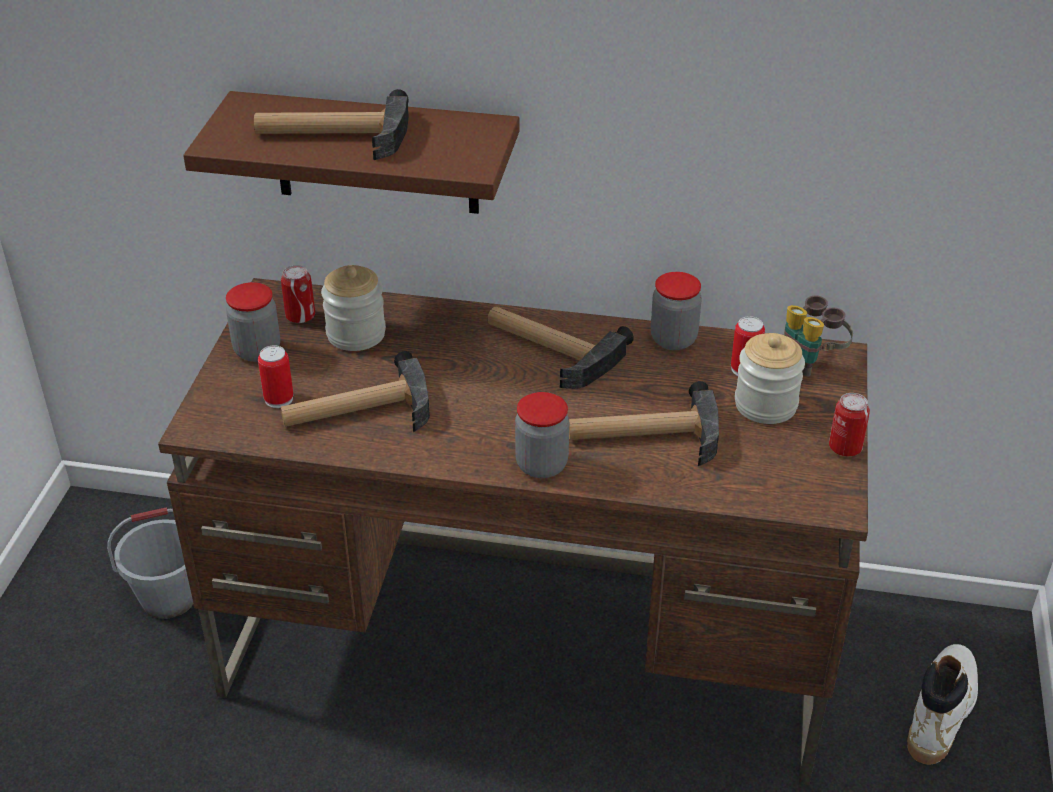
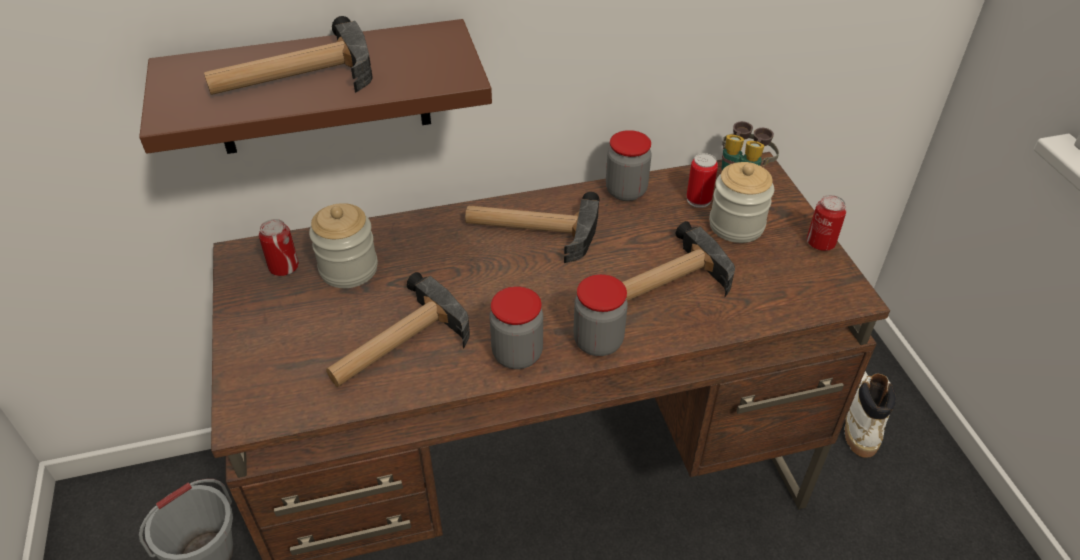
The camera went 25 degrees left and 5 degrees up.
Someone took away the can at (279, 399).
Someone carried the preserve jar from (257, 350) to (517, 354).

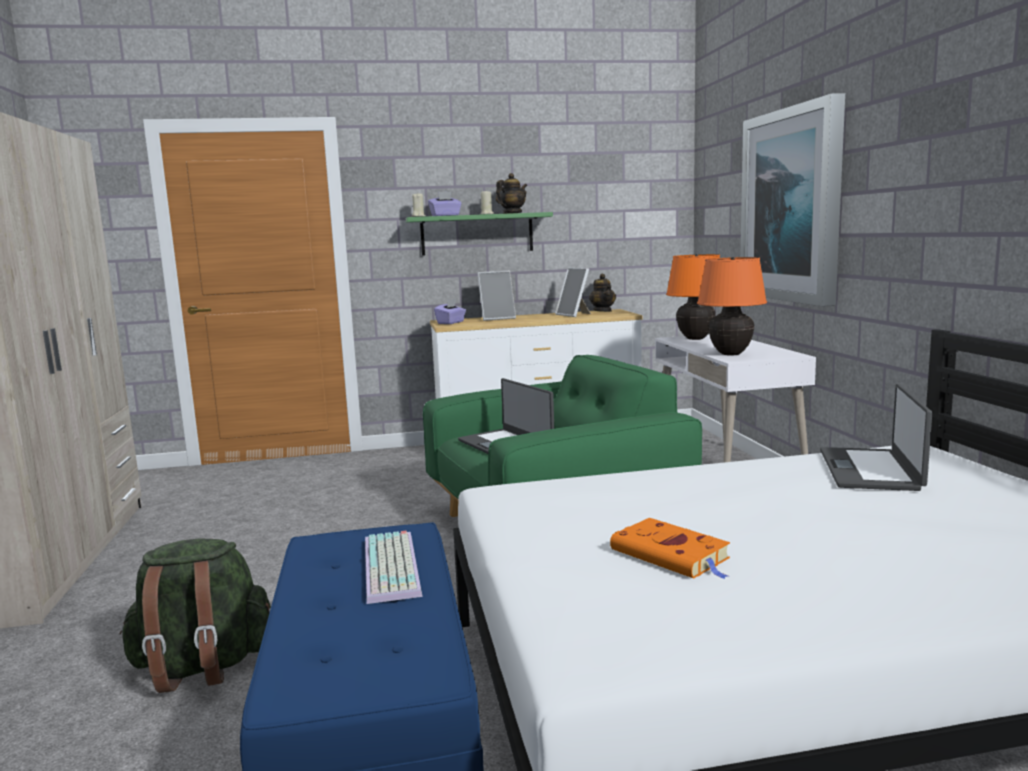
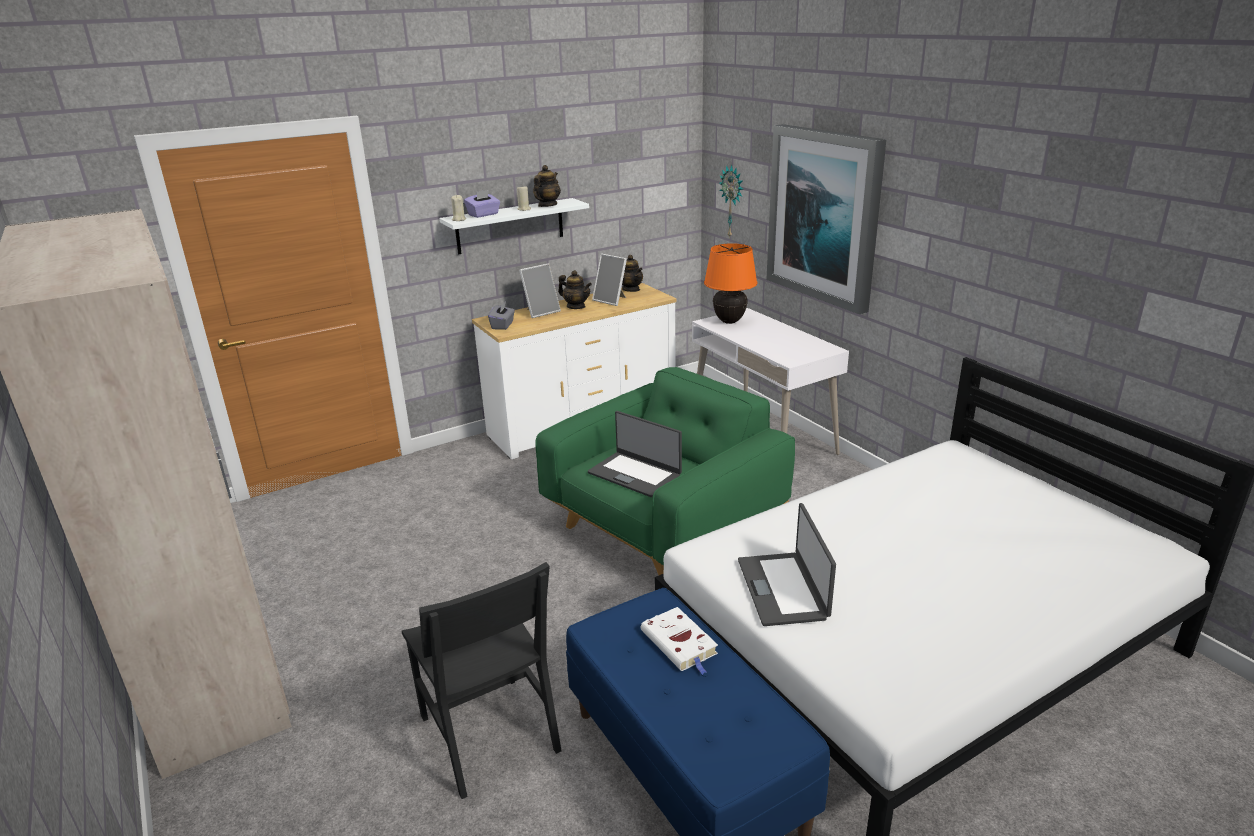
The camera went 20 degrees left and 15 degrees up.
Someone took away the orange bound book at (672, 555).
Someone took away the orange lamp for a table at (731, 354).
Someone put down the pot for tea at (576, 307).
Someone put up the wall clock at (733, 201).
Someone carried the portable computer from (871, 470) to (783, 589).
Someone swapped the green-coloured knapsack at (203, 667) for the blackish chair at (488, 733).
Someone swapped the keyboard at (394, 567) for the white bound book at (680, 644).
Someone repainted the green-coloured wall shelf at (477, 234), which became the white wall shelf at (510, 226).
Someone repainted the purple-coloured tissue holder at (451, 323), which became the gray tissue holder at (503, 325).

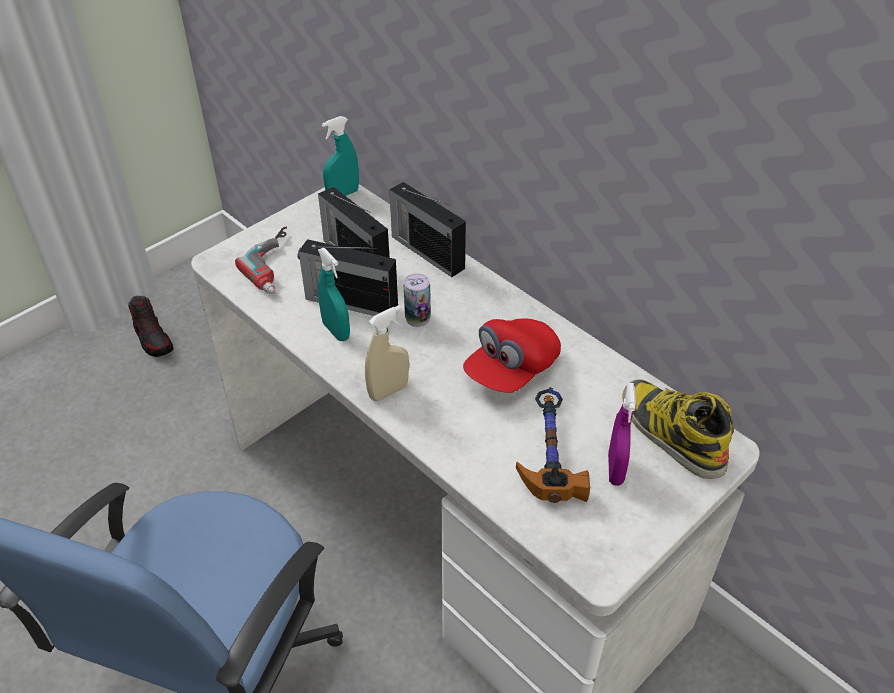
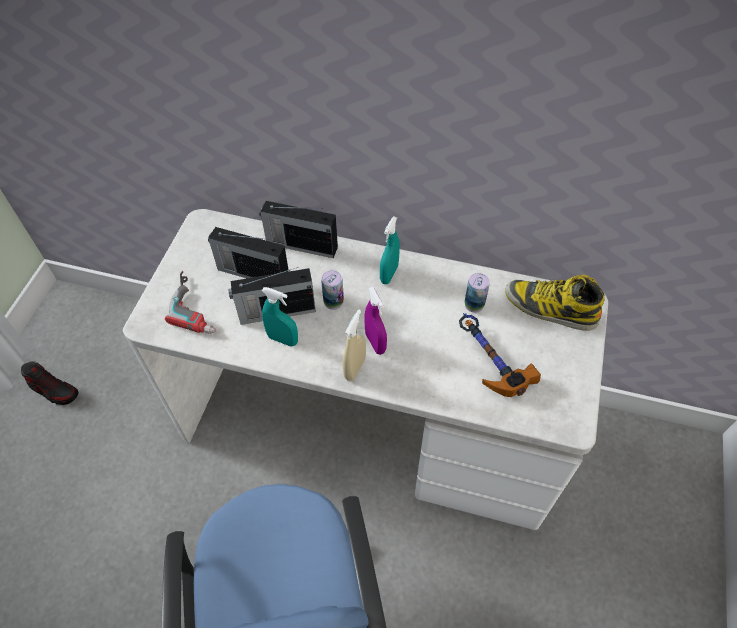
The camera went 30 degrees left and 10 degrees up.
Someone took away the reddish baseball cap at (511, 370).
Someone put down the can at (474, 304).
Someone carried the blue-green spray bottle from (343, 194) to (389, 274).
Someone carried the purple-coloured spray bottle from (615, 469) to (375, 343).

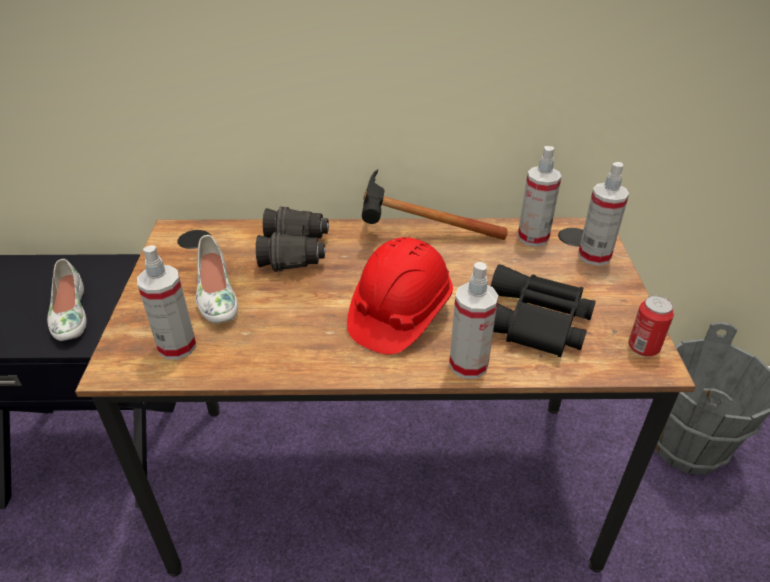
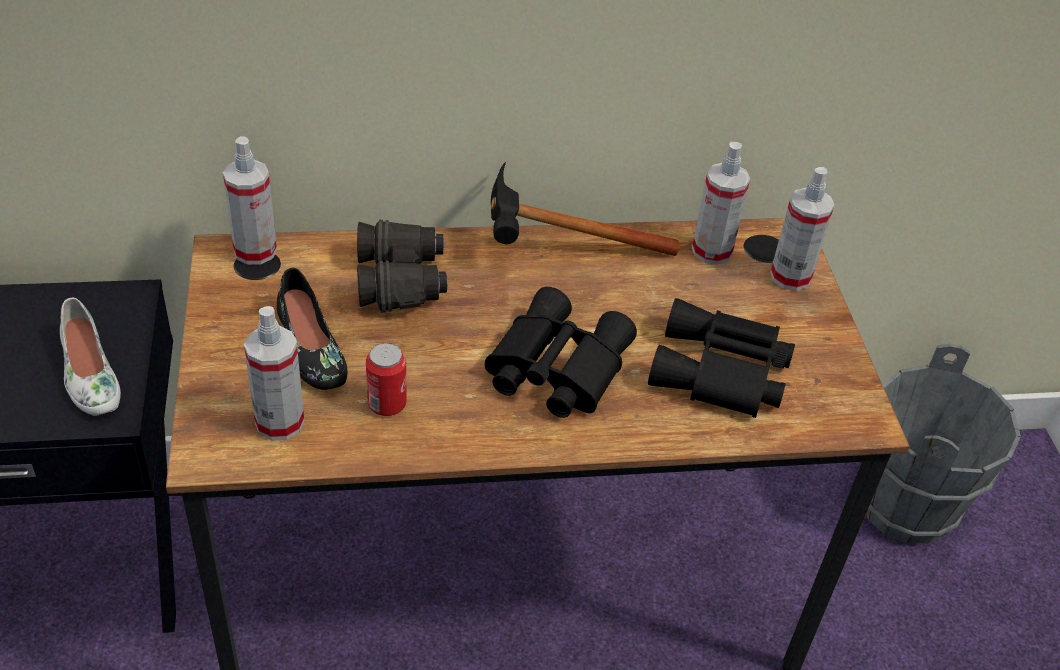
The camera went 10 degrees left and 5 degrees up.
Someone carried the spray bottle from (468, 365) to (255, 251).
Someone carried the can from (643, 347) to (387, 404).
Someone swapped the reddish hard hat at (399, 314) for the blackish binoculars at (553, 367).
Someone repainted the white item of footwear at (215, 294), which became the blackish item of footwear at (309, 347).

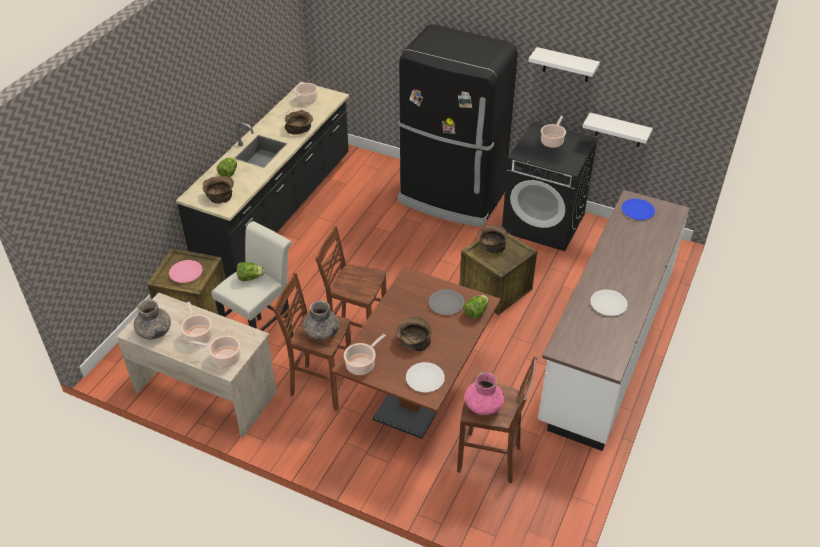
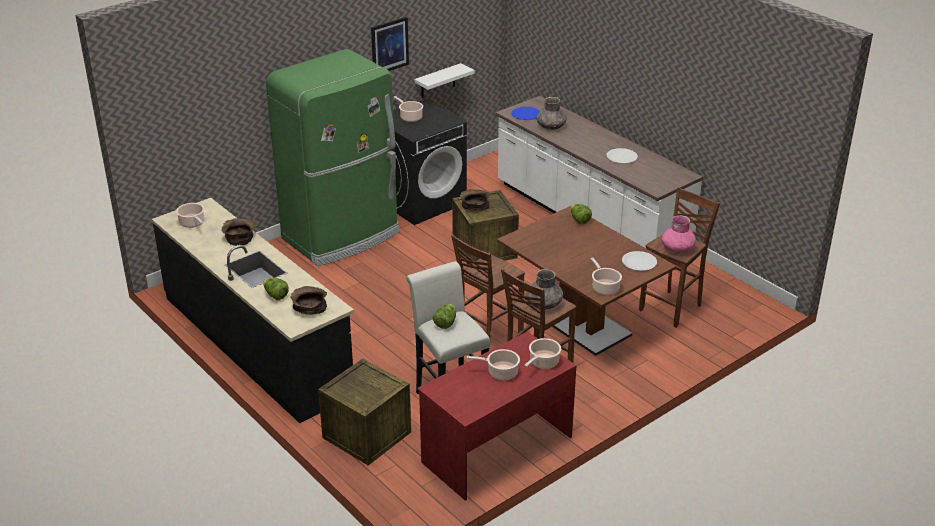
The camera went 65 degrees left and 10 degrees down.
Someone took away the pink-coloured plate at (185, 272).
Someone took away the brown-coloured bowl at (413, 340).
Someone took away the gray plate at (446, 303).
Someone carried the gray flower vase from (154, 331) to (551, 127).
Someone swapped the white wall shelf at (566, 65) for the wall picture at (389, 45).
Someone repainted the sand-coloured desk unit at (206, 392), which became the reddish desk unit at (496, 449).
Someone repainted the blackish kitchen fridge at (451, 198), which became the green-coloured kitchen fridge at (342, 236).

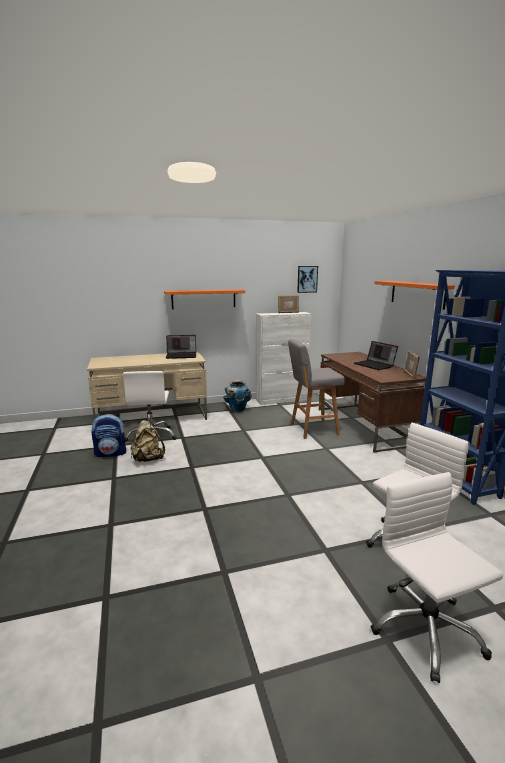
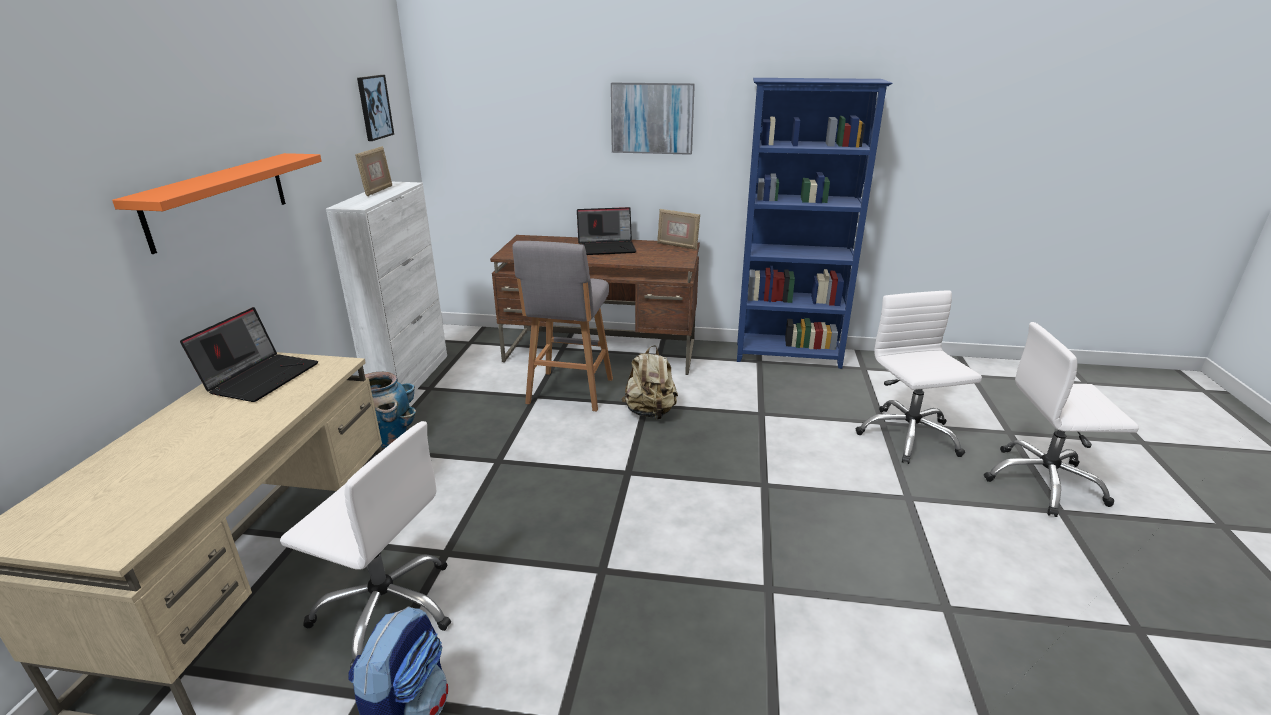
The camera went 65 degrees left and 10 degrees up.
Someone carried the sand-coloured knapsack from (148, 459) to (650, 412).
Someone swapped the orange wall shelf at (417, 294) for the wall picture at (652, 118).

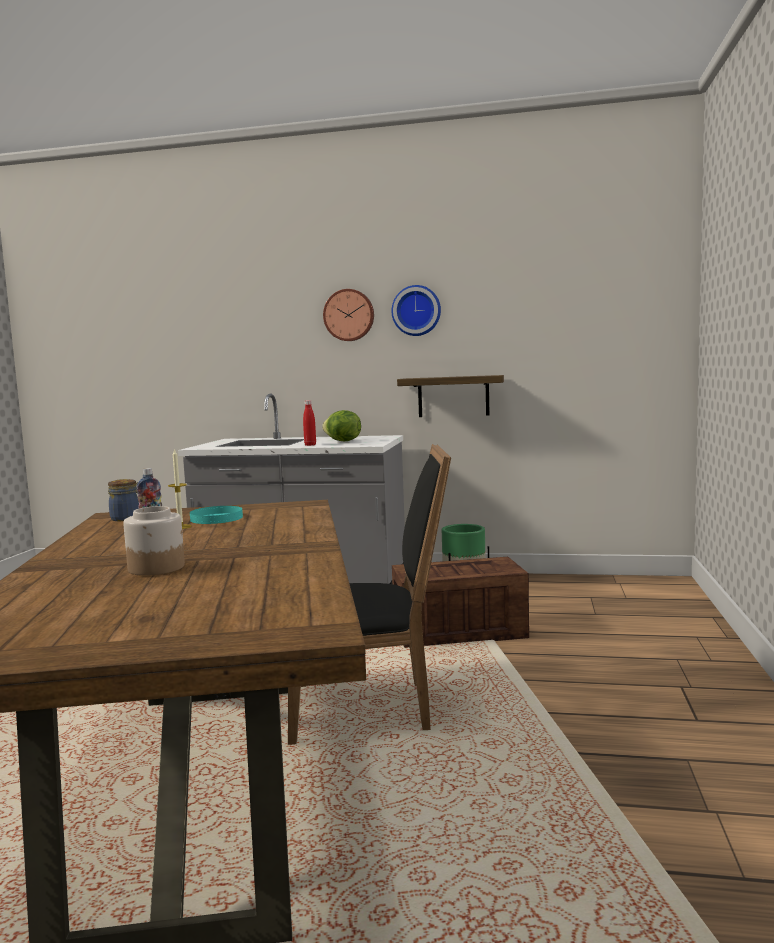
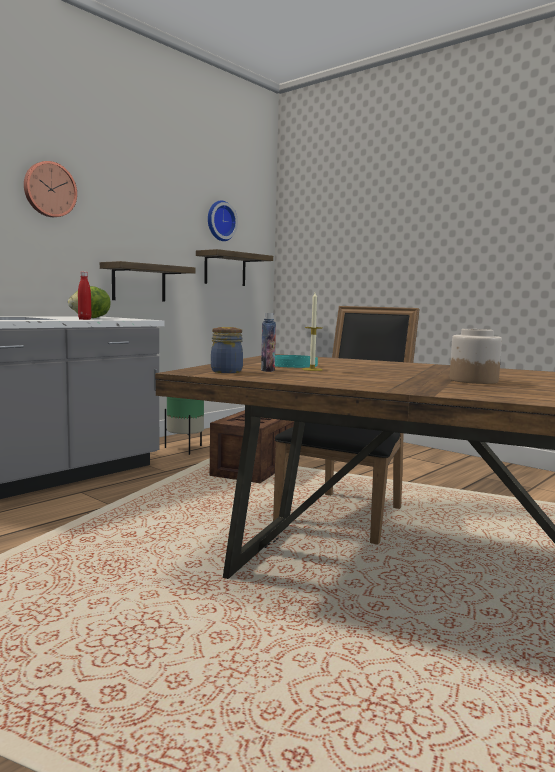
The camera went 60 degrees left and 0 degrees up.
Someone put up the wall shelf at (225, 269).
Someone carried the wall clock from (416, 311) to (220, 221).

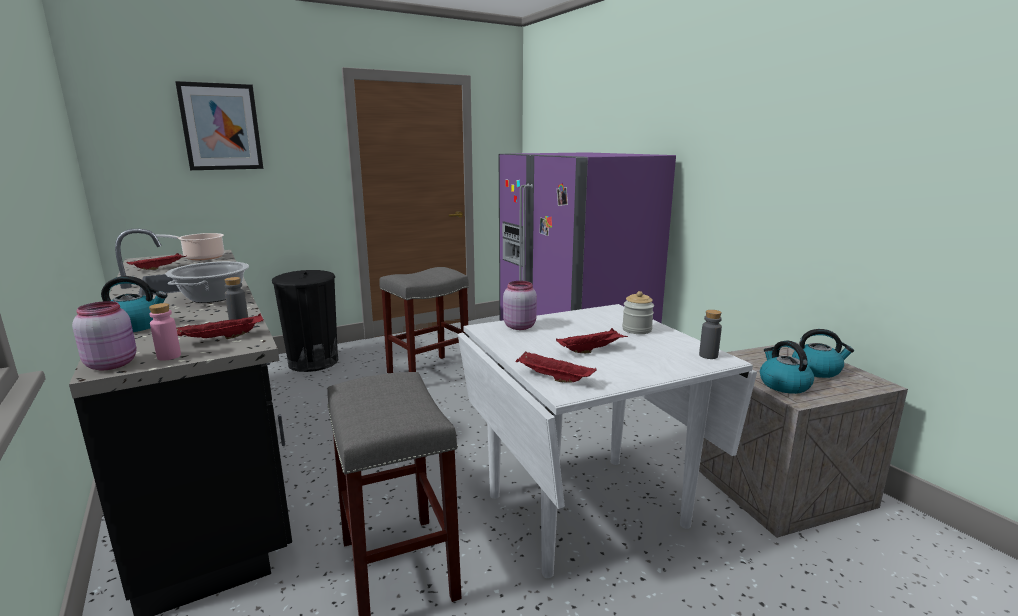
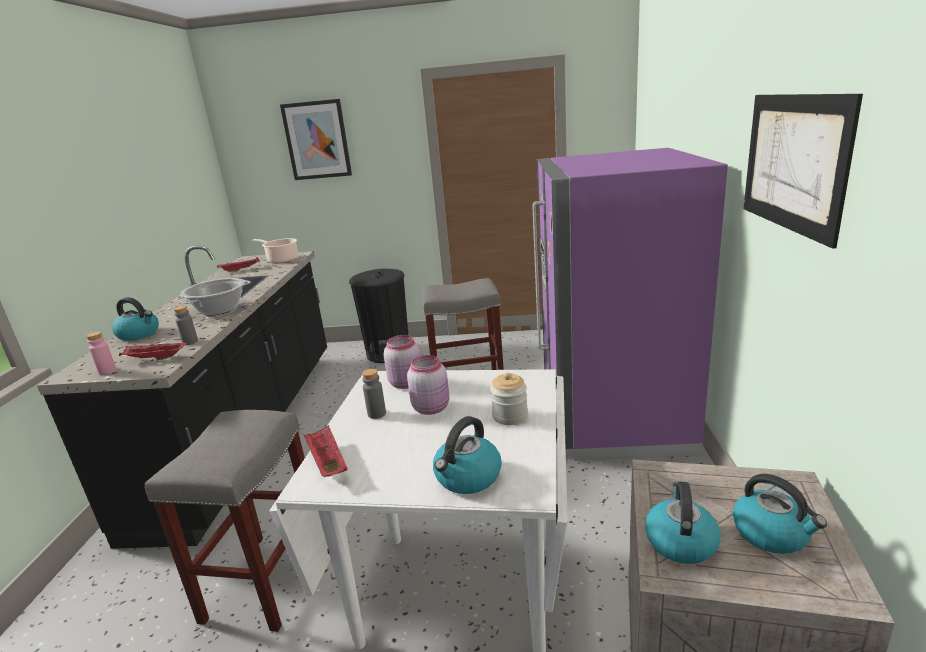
The camera went 35 degrees right and 5 degrees up.
Someone took away the reddish carrying tray at (591, 350).
Someone put down the water kettle at (467, 477).
Someone put up the wall picture at (793, 162).
Someone carried the pink-coloured preserve jar from (112, 364) to (431, 407).
Someone carried the gray drink bottle from (708, 355) to (376, 414).

